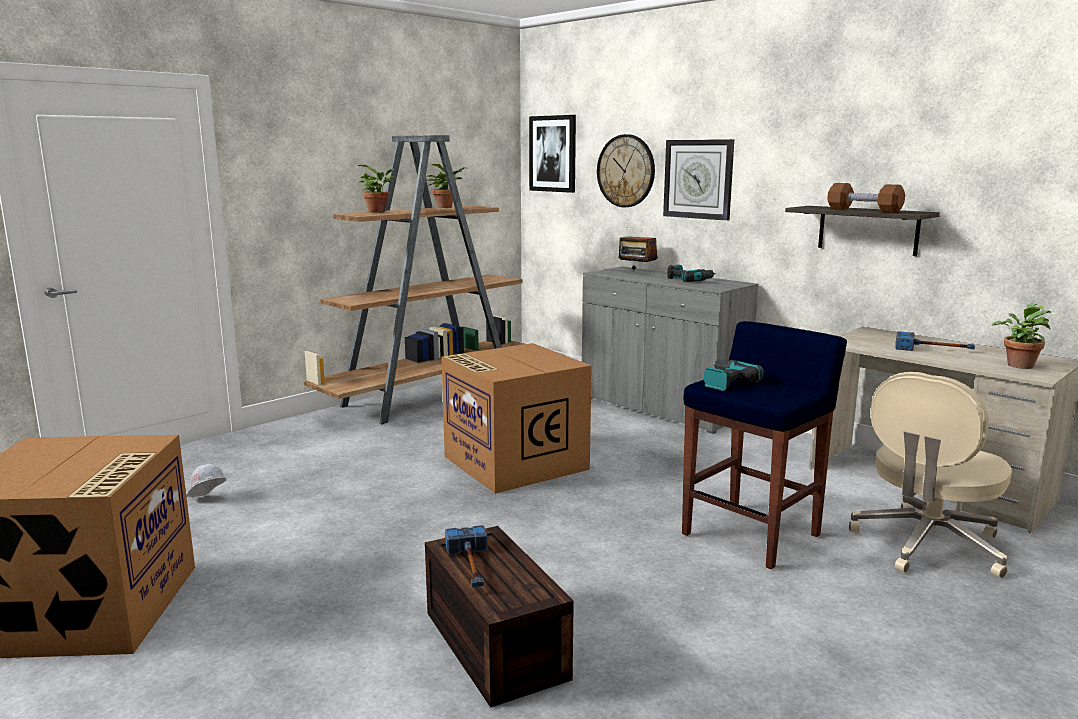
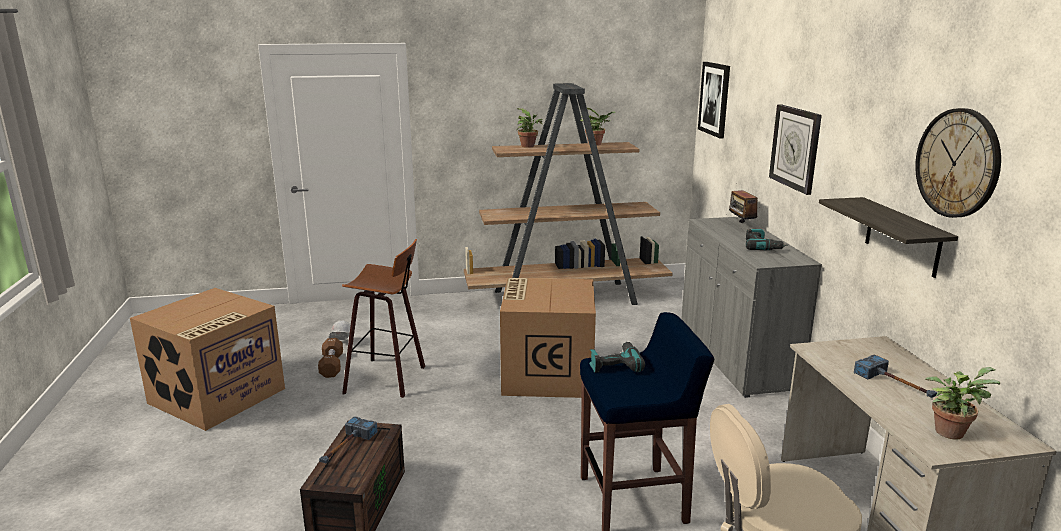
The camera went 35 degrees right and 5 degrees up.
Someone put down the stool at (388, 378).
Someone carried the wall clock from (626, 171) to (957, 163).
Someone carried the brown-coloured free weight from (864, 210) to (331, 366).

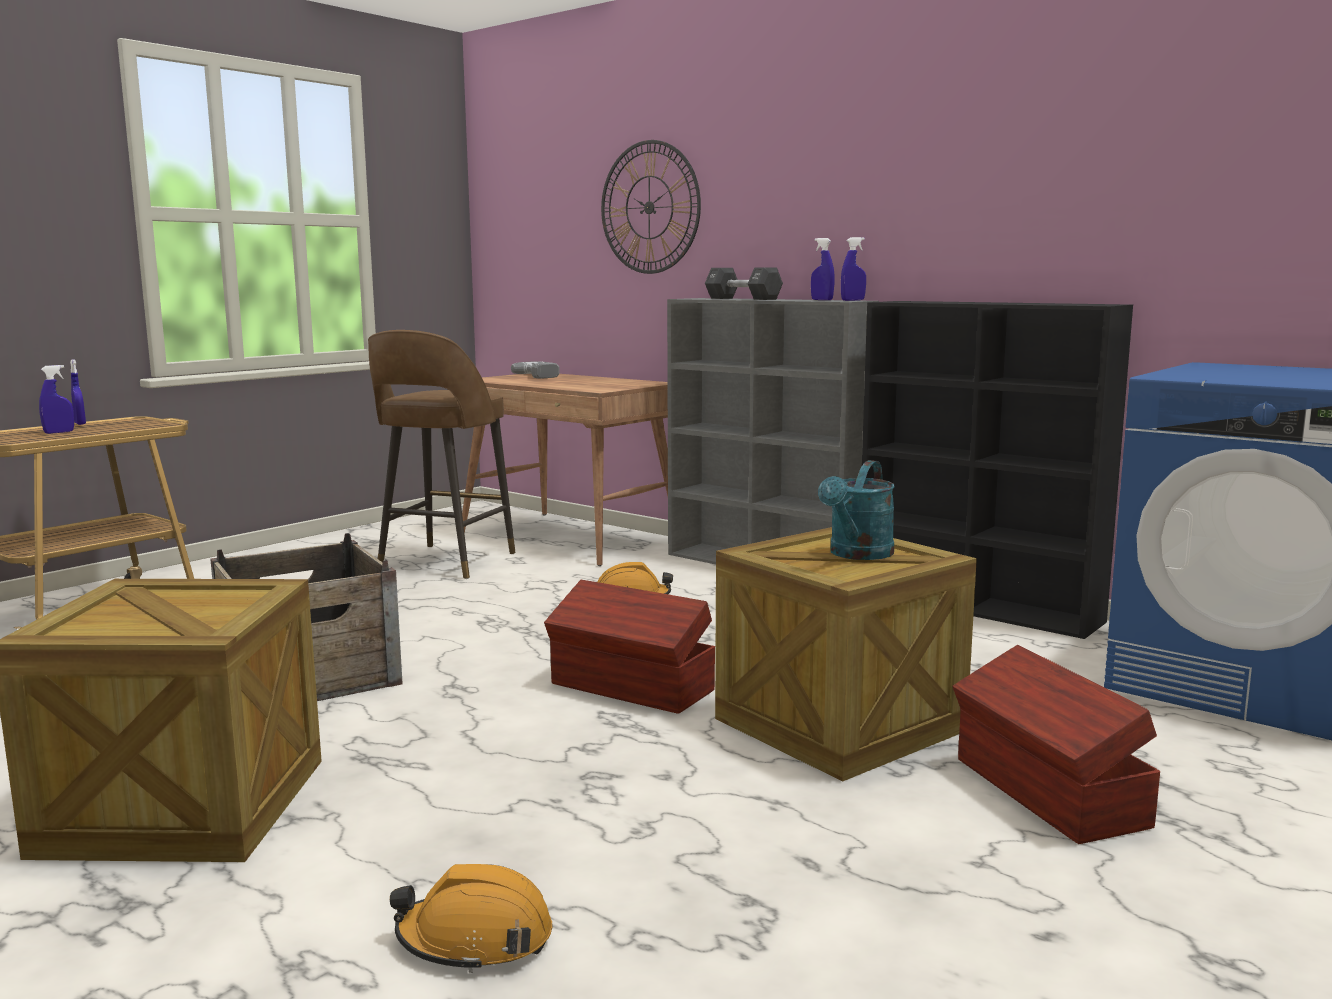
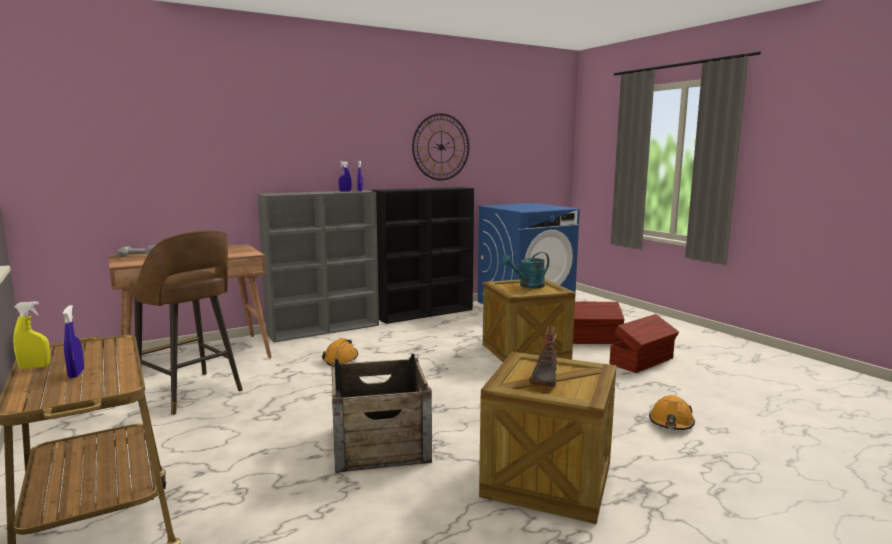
The camera went 70 degrees left and 0 degrees up.
Someone took away the blackish free weight at (743, 299).
Someone put down the boot at (544, 377).
Someone carried the brown-coloured storage container from (632, 688) to (643, 361).
Someone carried the wall clock from (649, 207) to (441, 147).
Someone repainted the bluish spray bottle at (80, 423), which became the yellow spray bottle at (34, 367).
Someone rotated the blue-green watering pot at (857, 555) by 105 degrees clockwise.

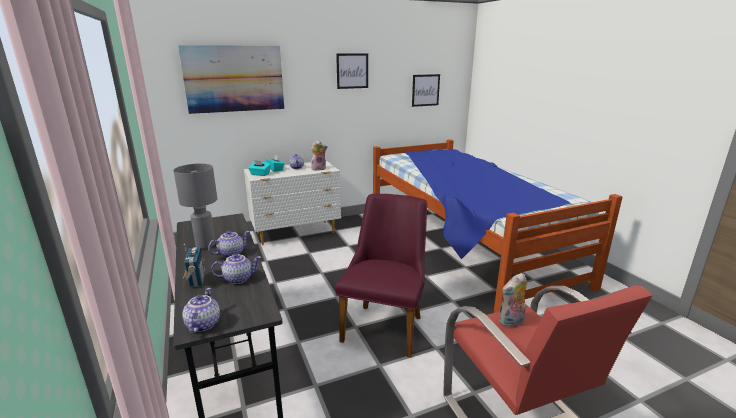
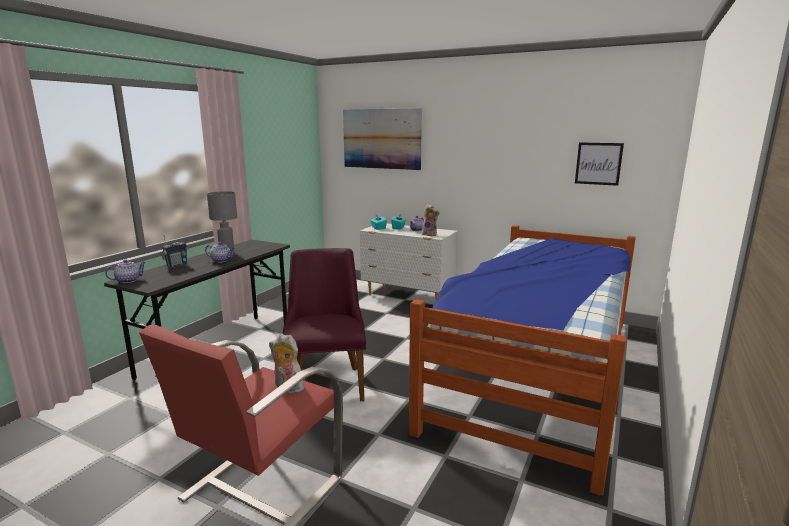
The camera went 50 degrees right and 5 degrees down.
Someone took away the pot for tea at (238, 278).
Someone took away the wall picture at (352, 71).
Someone rotated the purple-coloured chair at (386, 324) by 75 degrees counterclockwise.

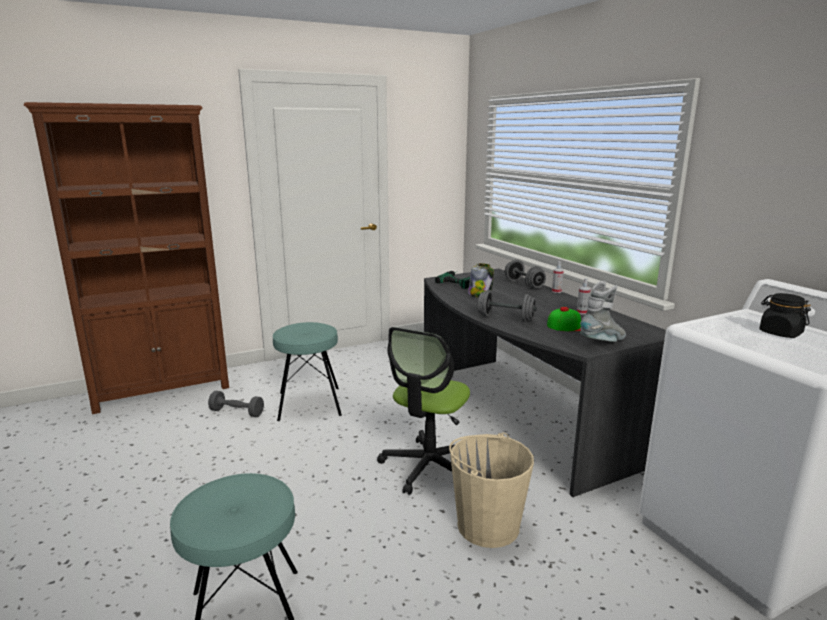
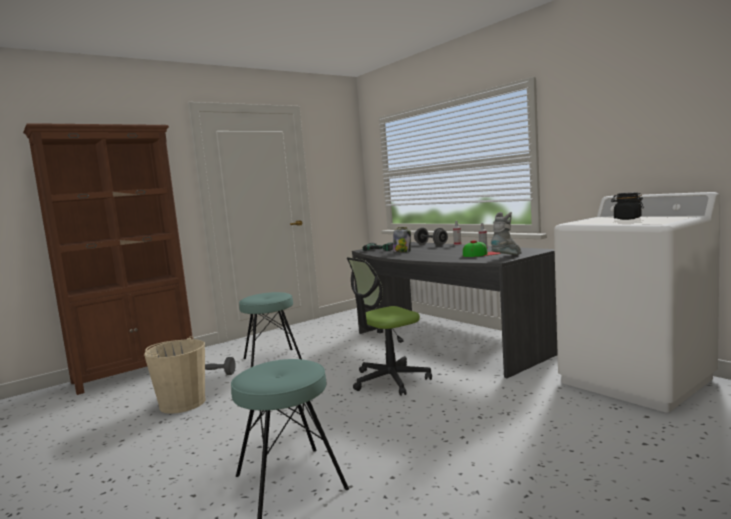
The camera went 10 degrees left and 10 degrees down.
Someone took away the gray free weight at (505, 318).
Someone carried the sand-coloured bucket from (487, 525) to (182, 403).
Someone rotated the desk chair at (428, 467) by 45 degrees clockwise.

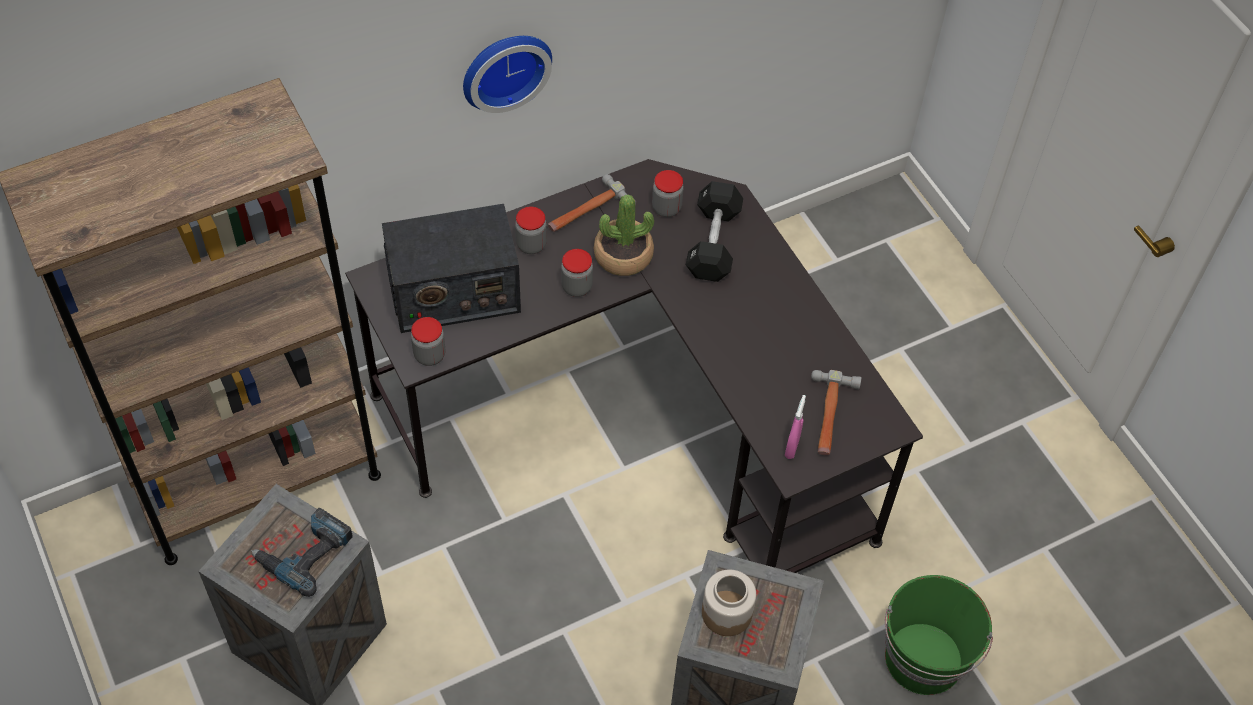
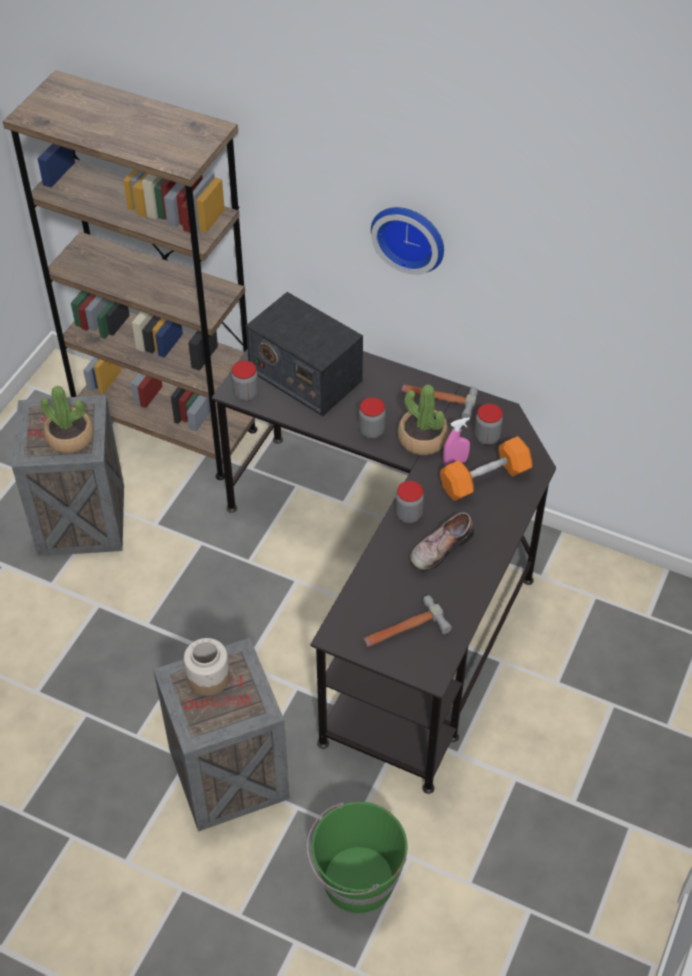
The camera went 55 degrees right and 5 degrees down.
Someone put down the item of footwear at (439, 547).
Someone carried the preserve jar from (531, 245) to (408, 515).
Someone carried the pink-coloured spray bottle from (792, 447) to (455, 462).
Someone swapped the power drill at (305, 552) for the plant in a pot at (70, 437).
Someone repainted the blackish free weight at (713, 243), which became the orange free weight at (485, 479).

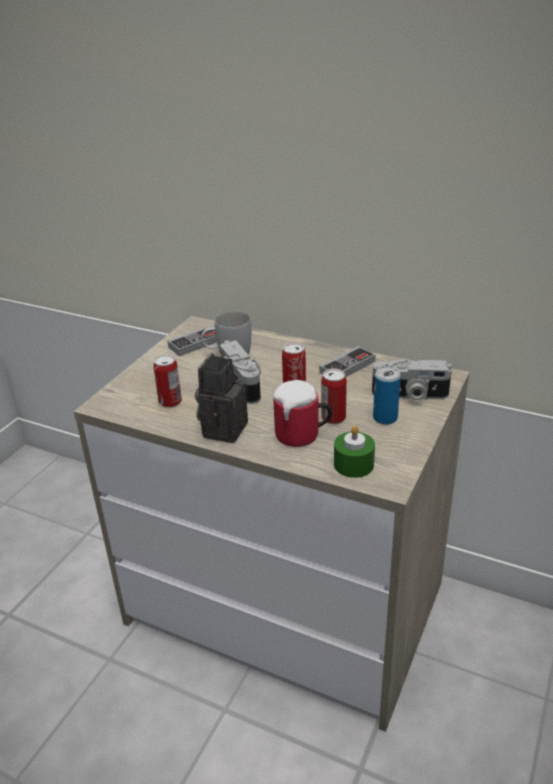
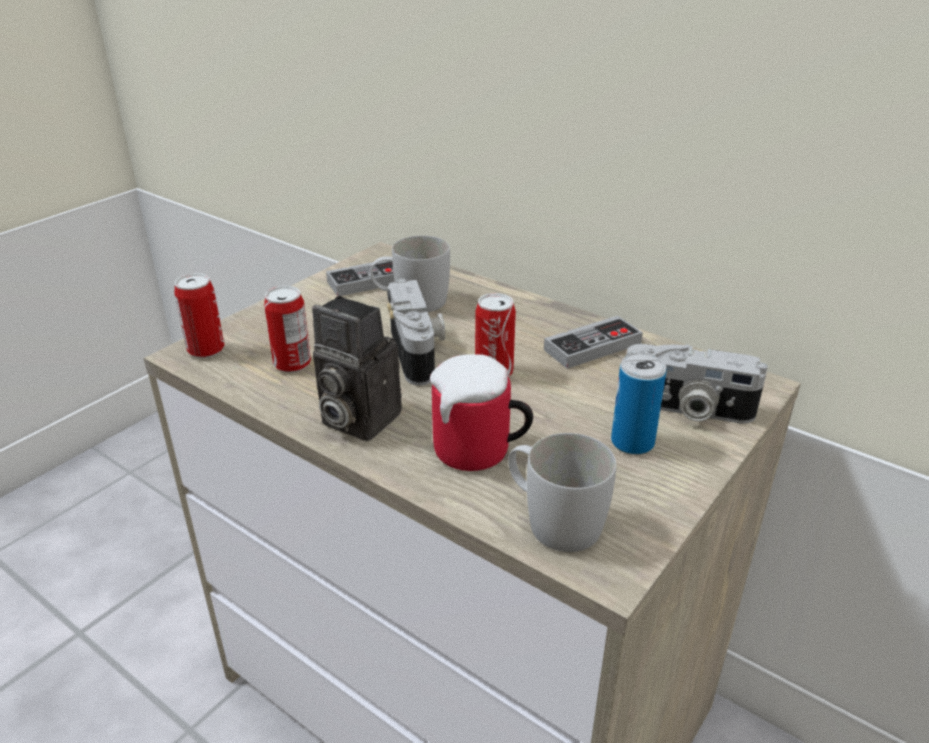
The camera went 10 degrees right and 0 degrees up.
Someone carried the can from (333, 418) to (206, 349).
Someone swapped the green-coloured wax light at (353, 464) for the white tea mug at (552, 520).
Someone rotated the still camera at (223, 428) by 90 degrees counterclockwise.

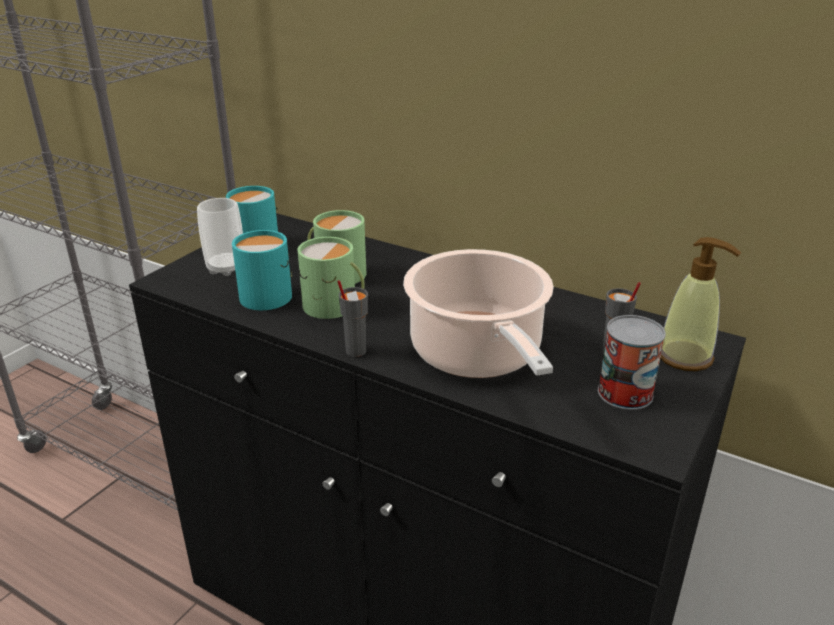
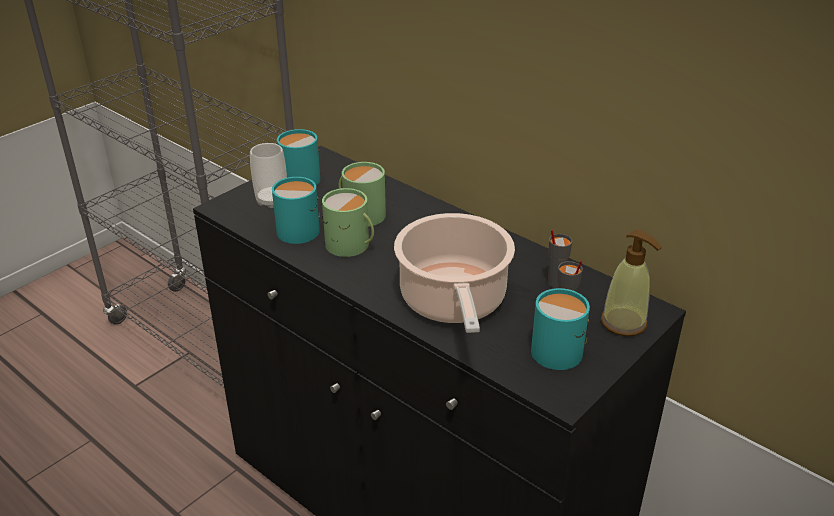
The camera went 10 degrees right and 5 degrees up.
Someone carried the gray drinking cup from (355, 351) to (555, 283).
Someone swapped the can at (625, 393) for the blue-green tea mug at (559, 348).

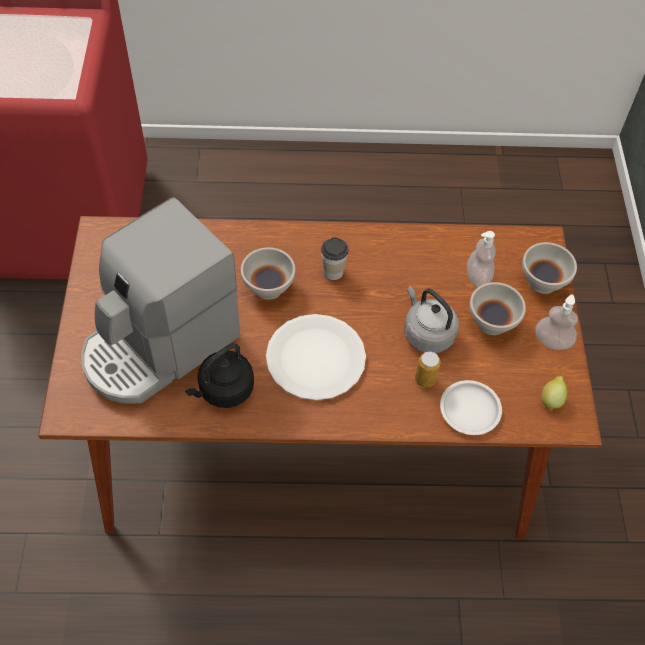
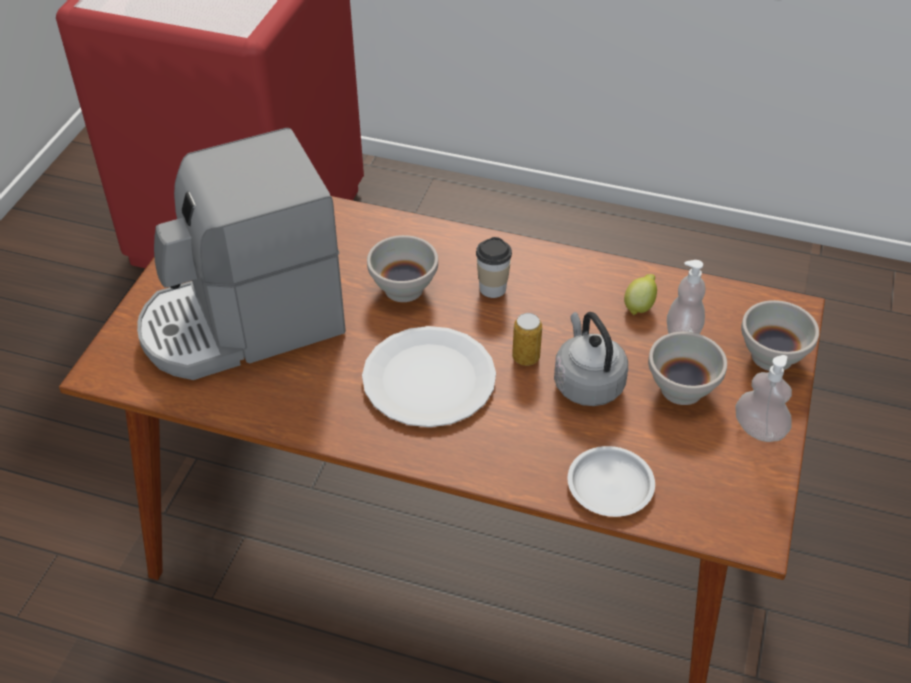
The camera went 20 degrees right and 10 degrees down.
Someone took away the blackish water kettle at (224, 390).
Someone carried the can from (425, 379) to (526, 357).
Someone carried the citrus fruit from (551, 399) to (639, 306).

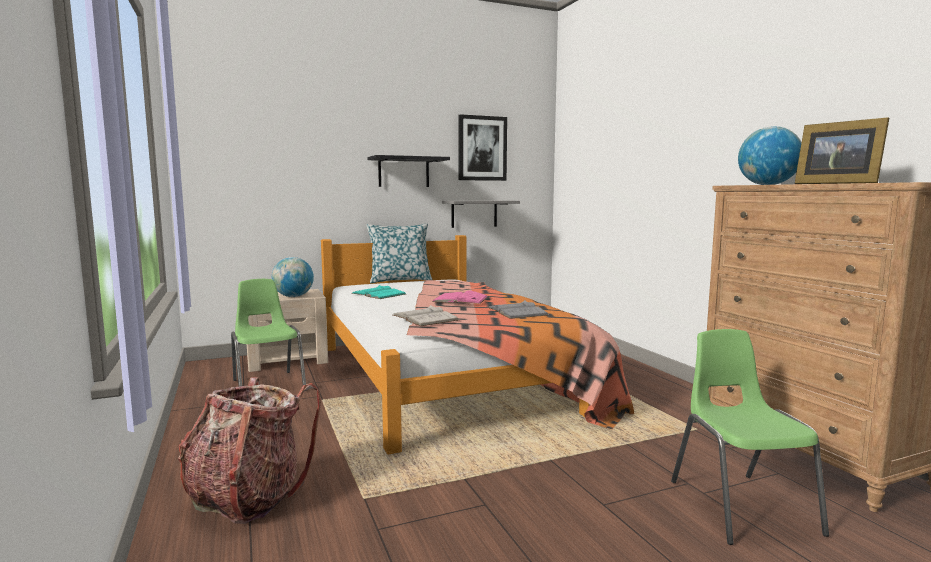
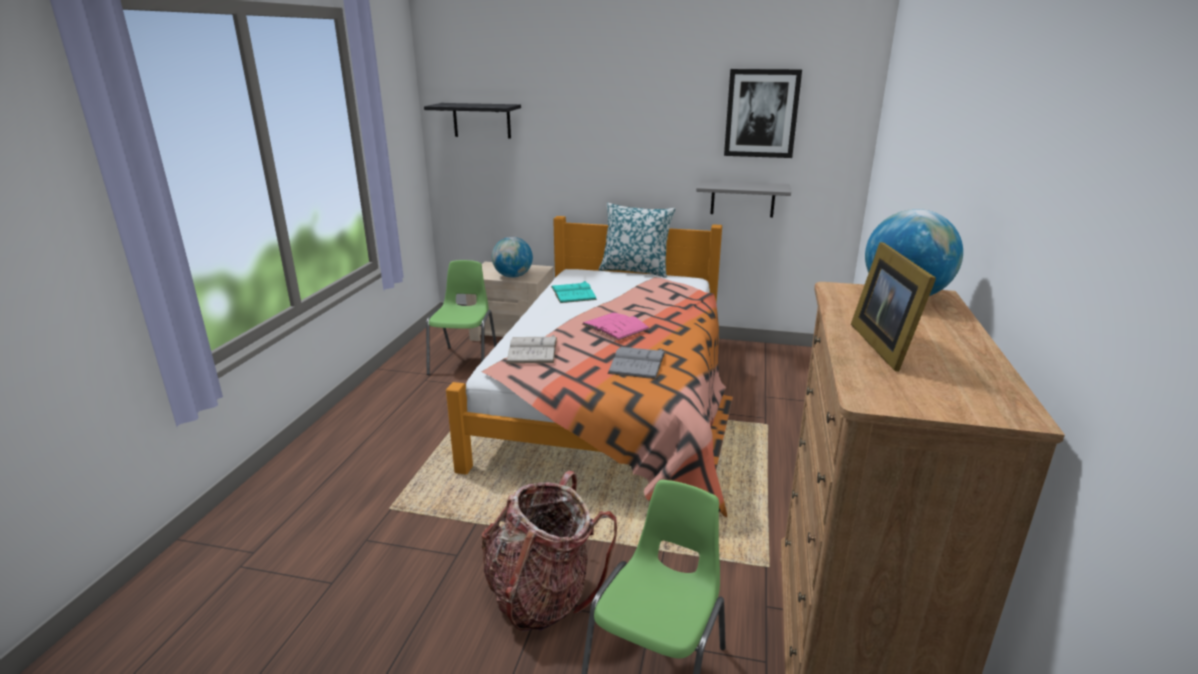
The camera went 35 degrees right and 15 degrees up.
Someone carried the knapsack from (248, 497) to (542, 594).
Someone carried the blackish wall shelf from (403, 172) to (481, 120).

